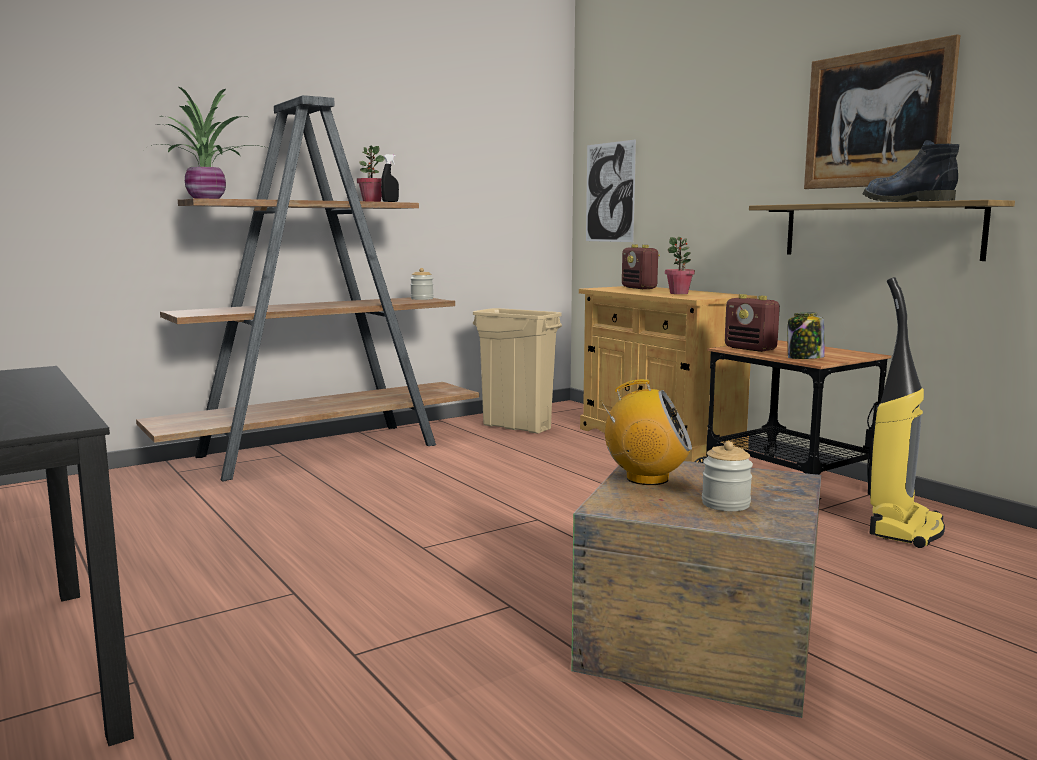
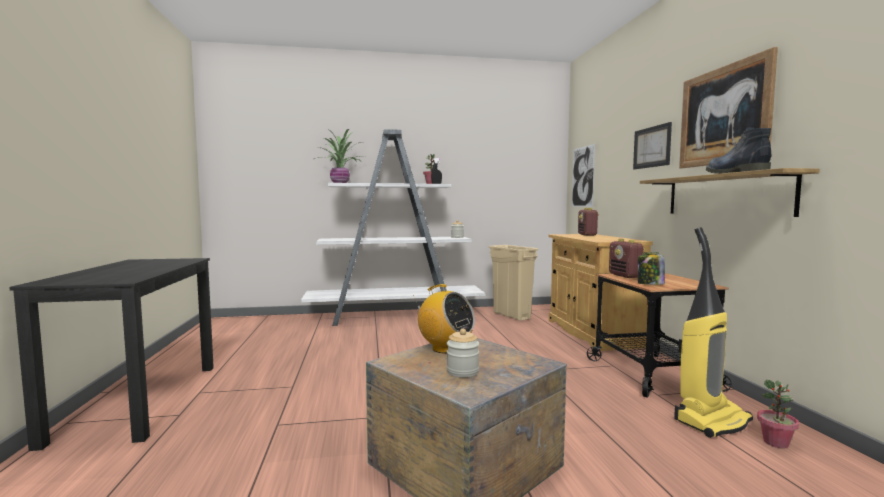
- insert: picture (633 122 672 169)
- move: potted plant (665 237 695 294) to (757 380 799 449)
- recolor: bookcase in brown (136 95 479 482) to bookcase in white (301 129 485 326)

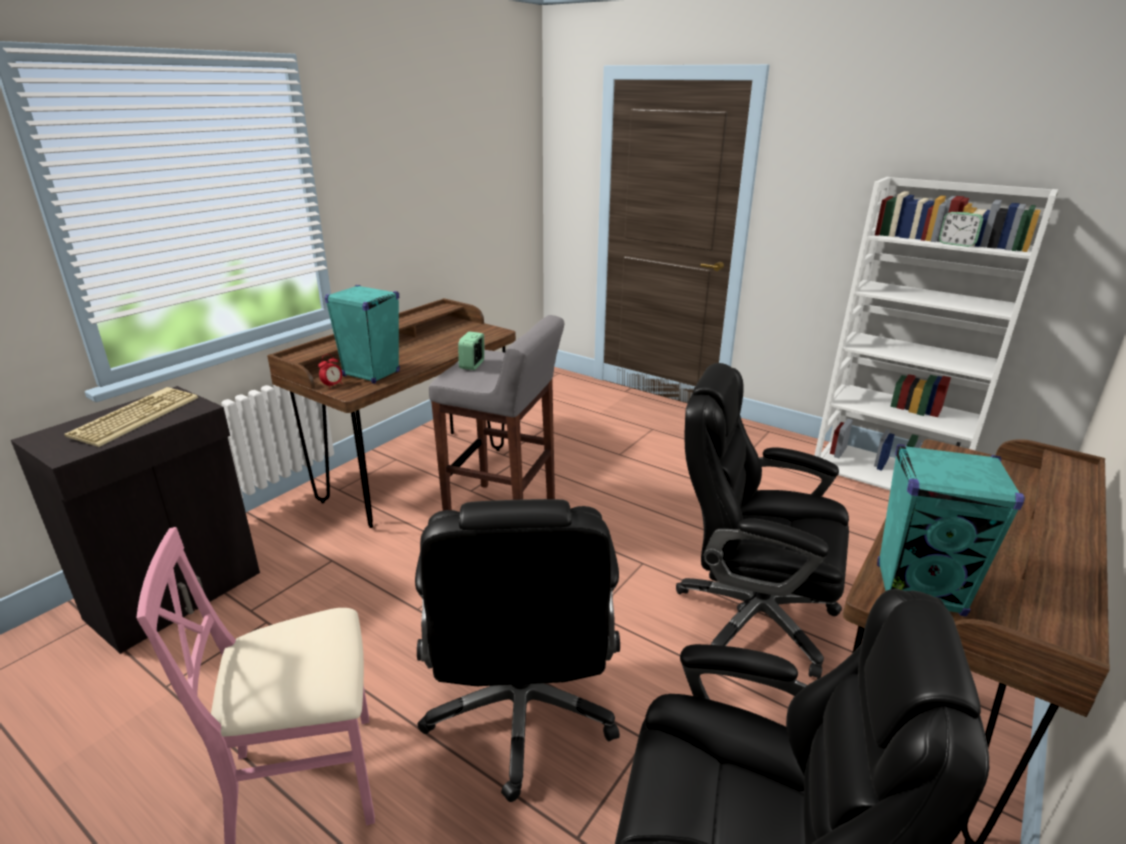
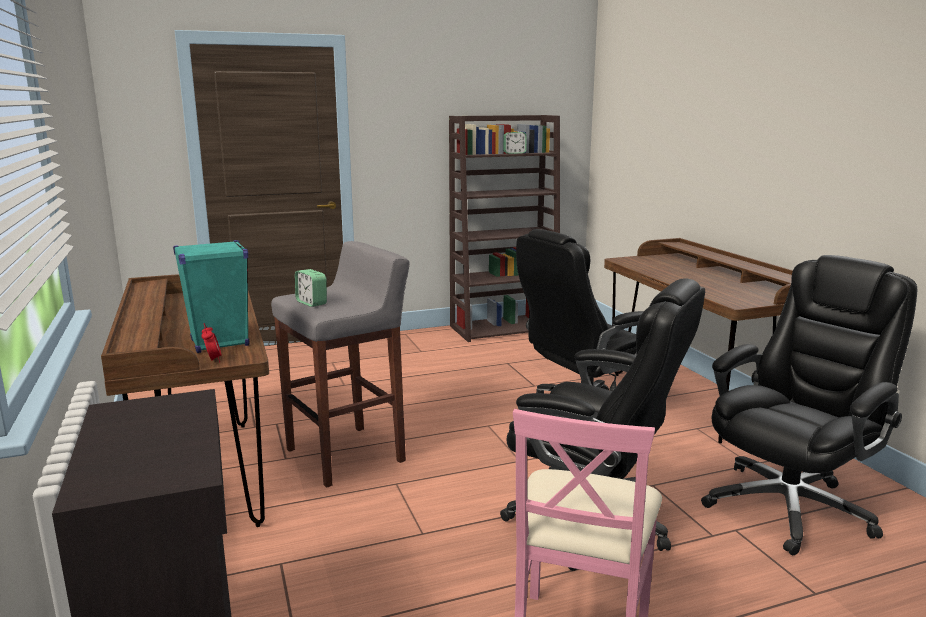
- delete: keyboard (64 387 198 447)
- delete: speaker in turquoise (877 444 1025 617)
- recolor: bookcase in white (814 177 1058 490) to bookcase in brown (449 115 560 342)

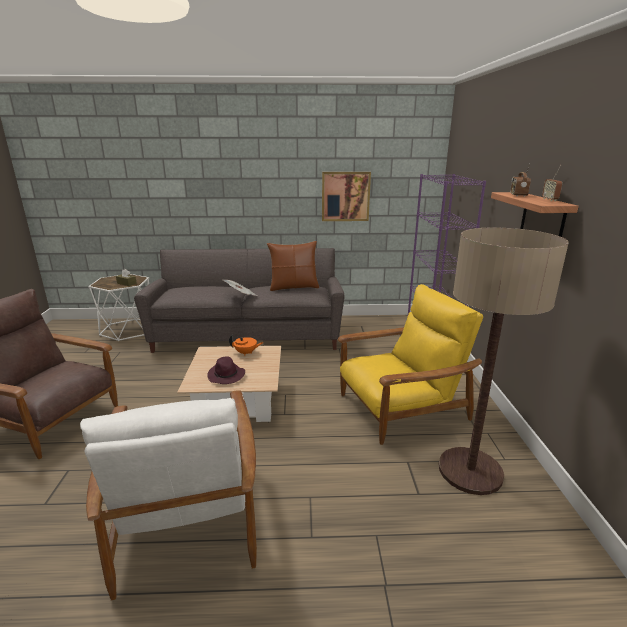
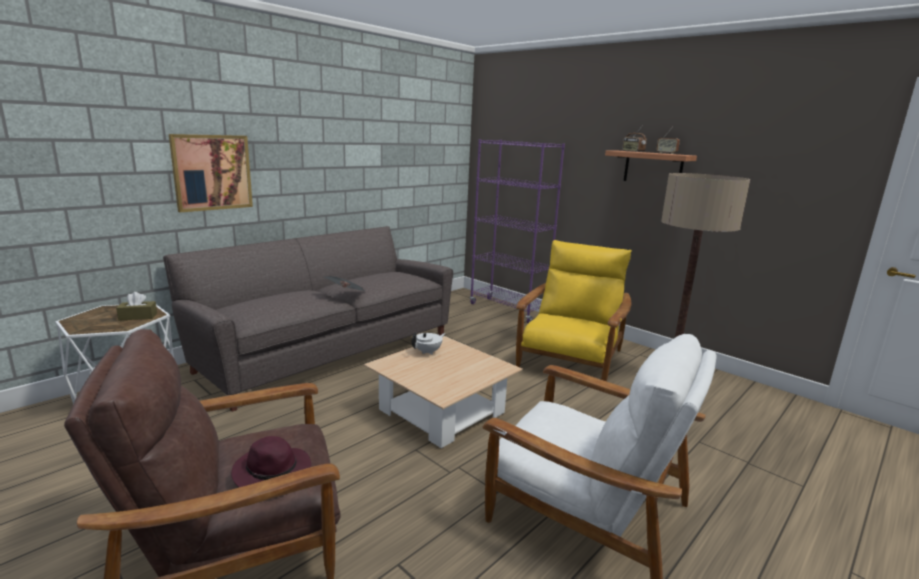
- delete: pillow in brown (267 241 319 291)
- move: hat in purple (207 356 245 384) to (231 436 311 487)
- move: picture (322 172 371 221) to (169 134 253 212)
- recolor: teapot in orange (229 335 263 356) to teapot in white (412 332 445 355)

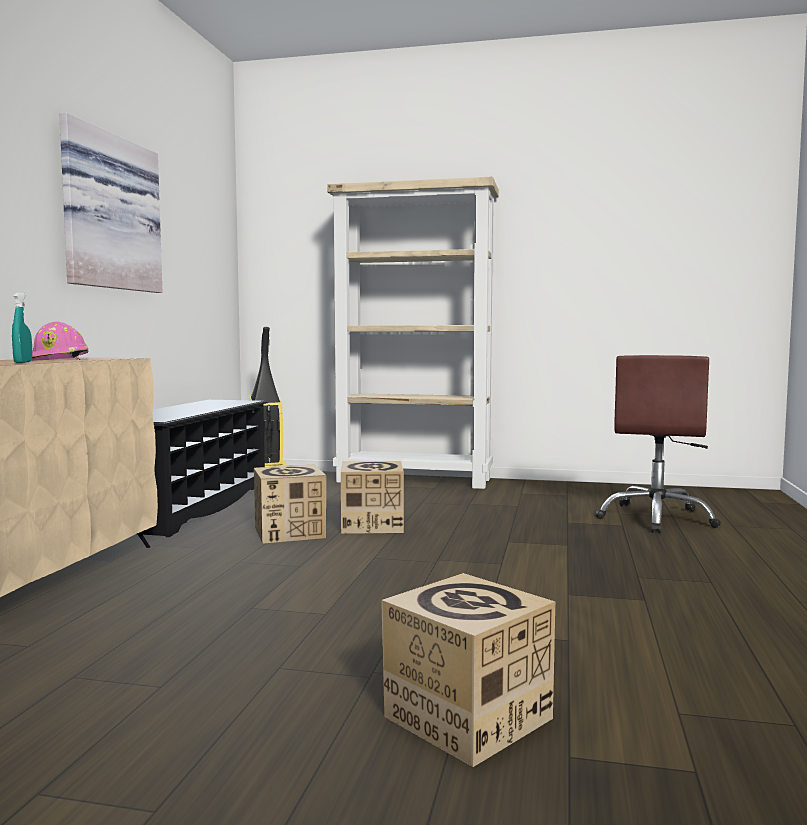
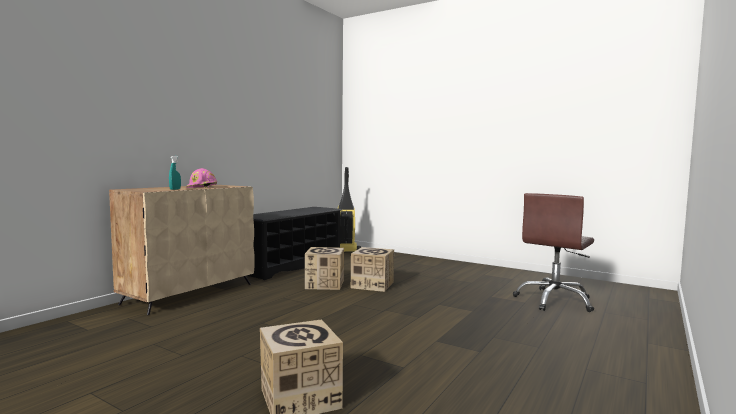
- delete: picture (59 113 162 293)
- delete: bookcase in beige (327 177 499 489)

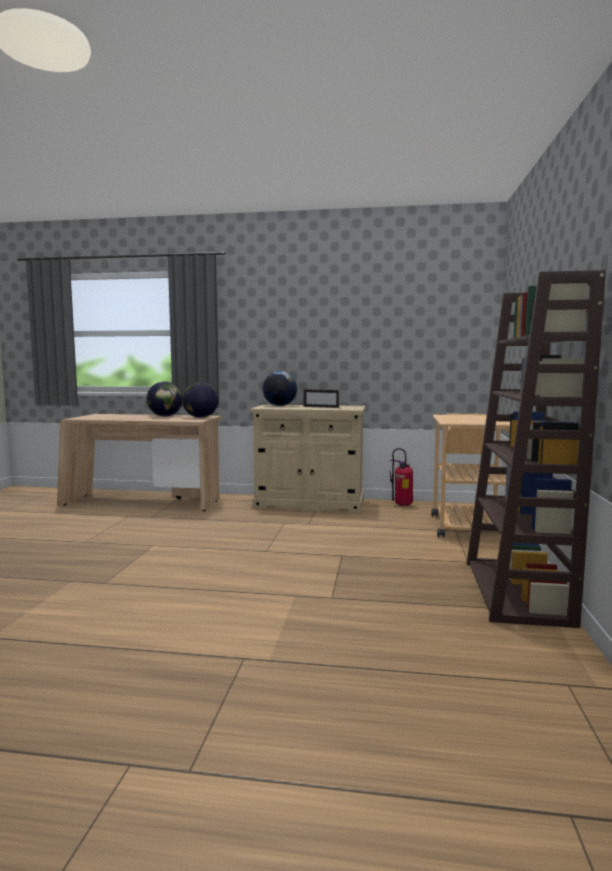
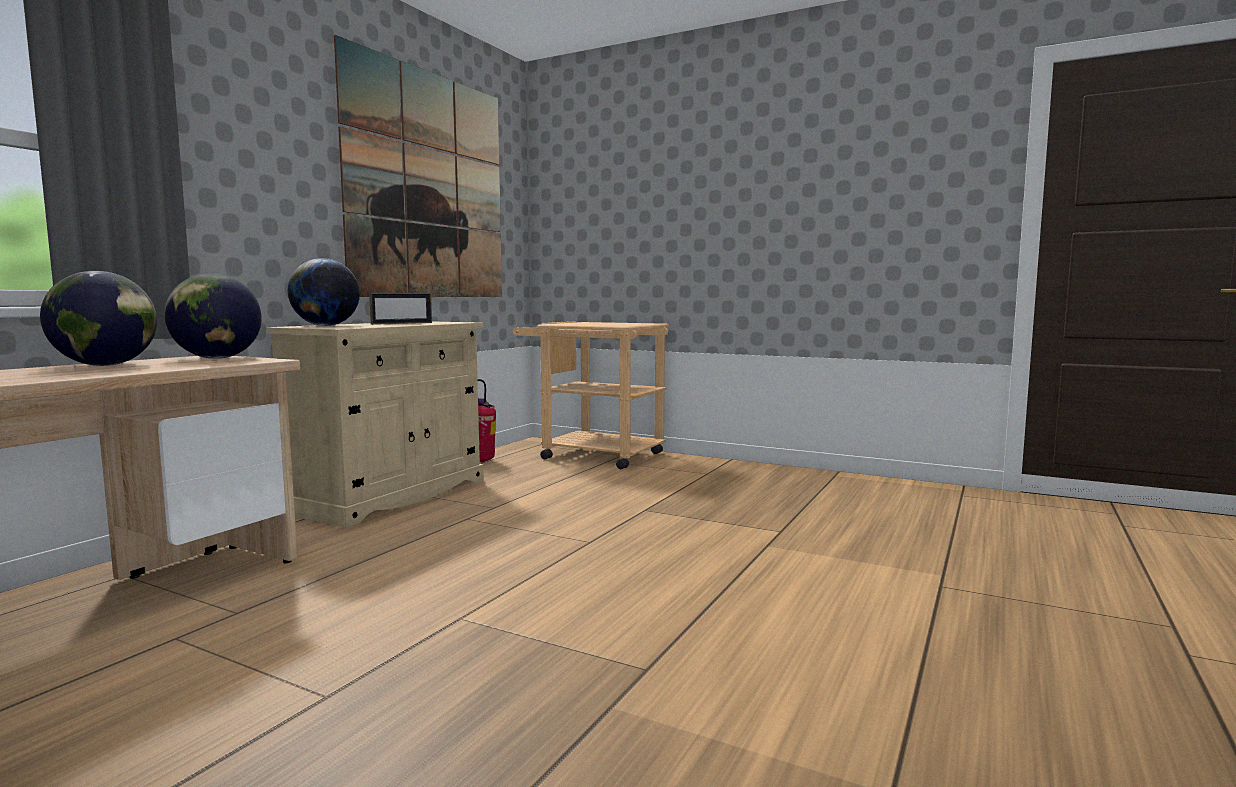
- delete: bookcase in brown (467 270 606 628)
- insert: picture (334 35 502 297)

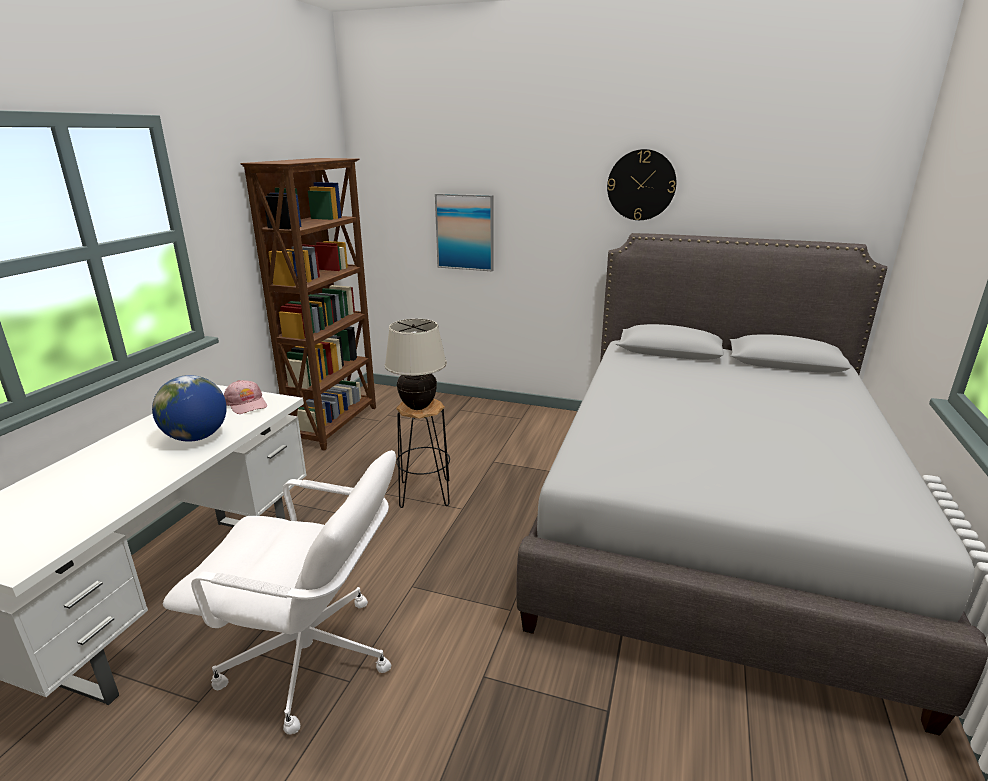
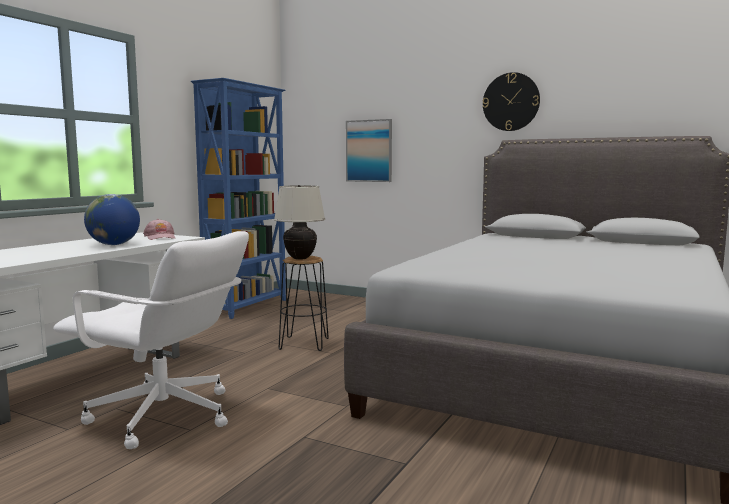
- recolor: bookcase in brown (240 158 376 451) to bookcase in blue (191 78 286 319)

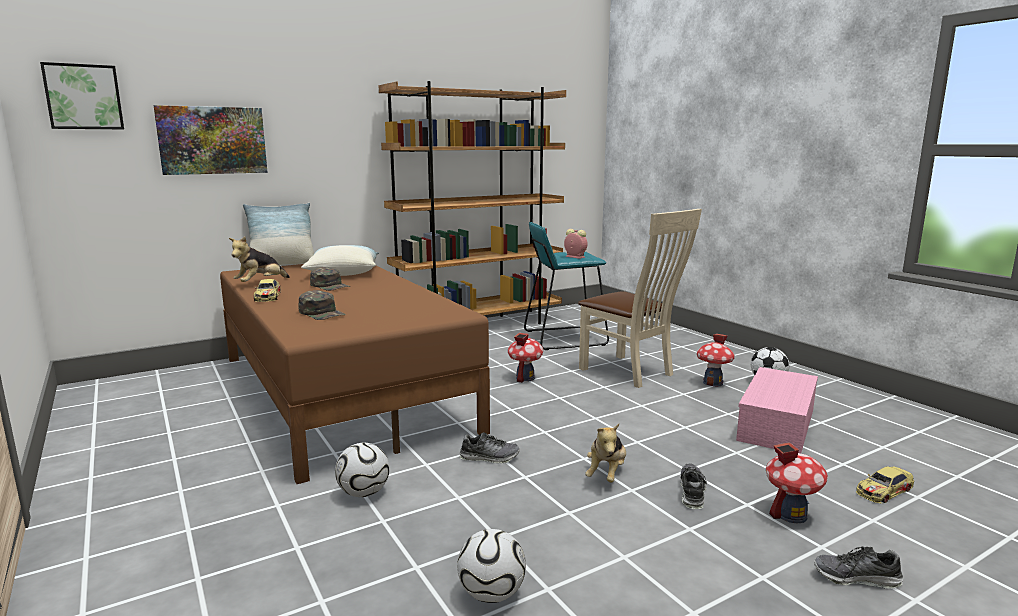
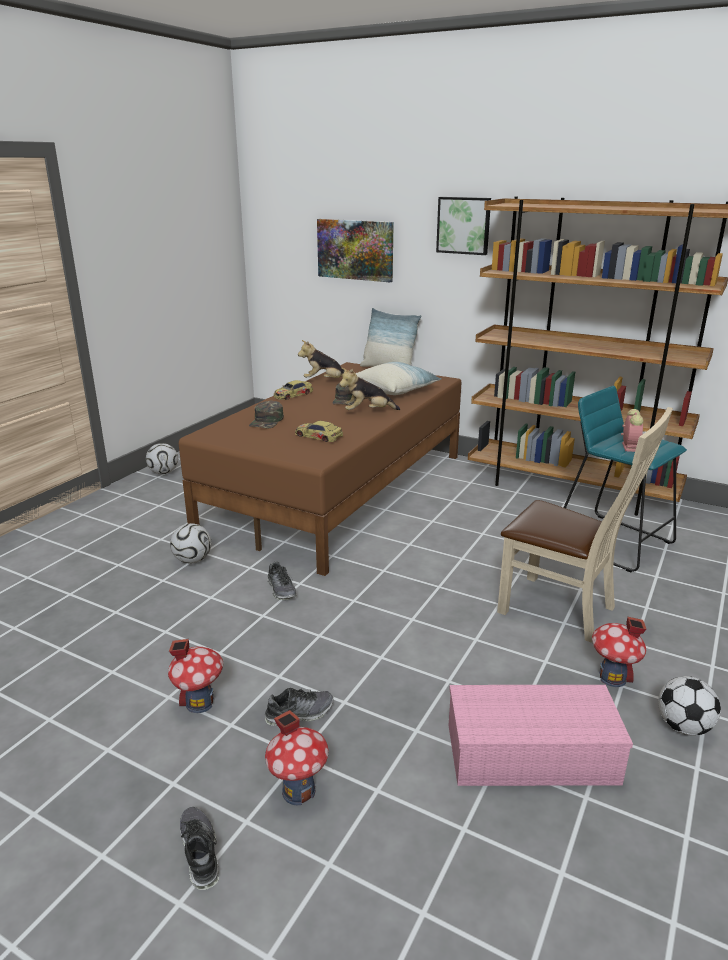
- move: picture (40 62 124 129) to (436 197 491 255)
- move: football (457 529 526 603) to (146 443 178 474)
- move: toy house (508 333 543 383) to (168 639 223 713)
- move: plush toy (585 424 626 483) to (339 368 400 410)
- move: toy car (856 466 914 503) to (295 421 343 442)
- rotate: chair in beige (578 209 702 388) = (497 407 673 643) 75 degrees counterclockwise

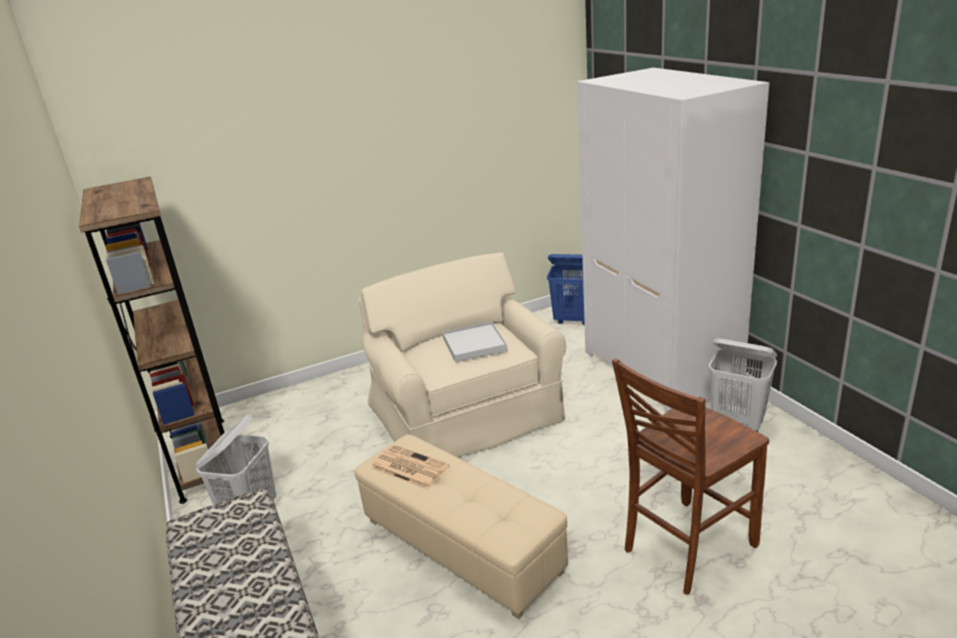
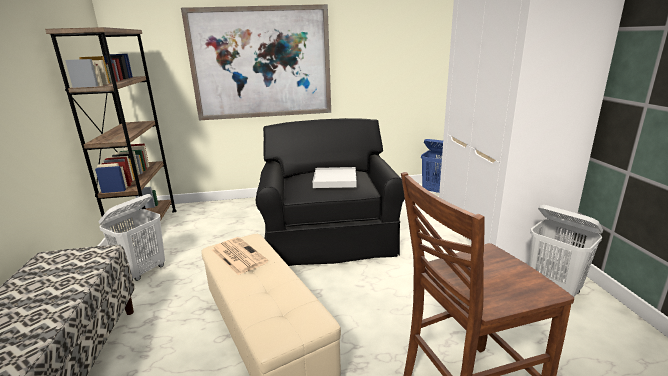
- insert: picture (181 4 331 120)
- recolor: armchair in beige (359 253 566 457) to armchair in black (256 118 405 266)

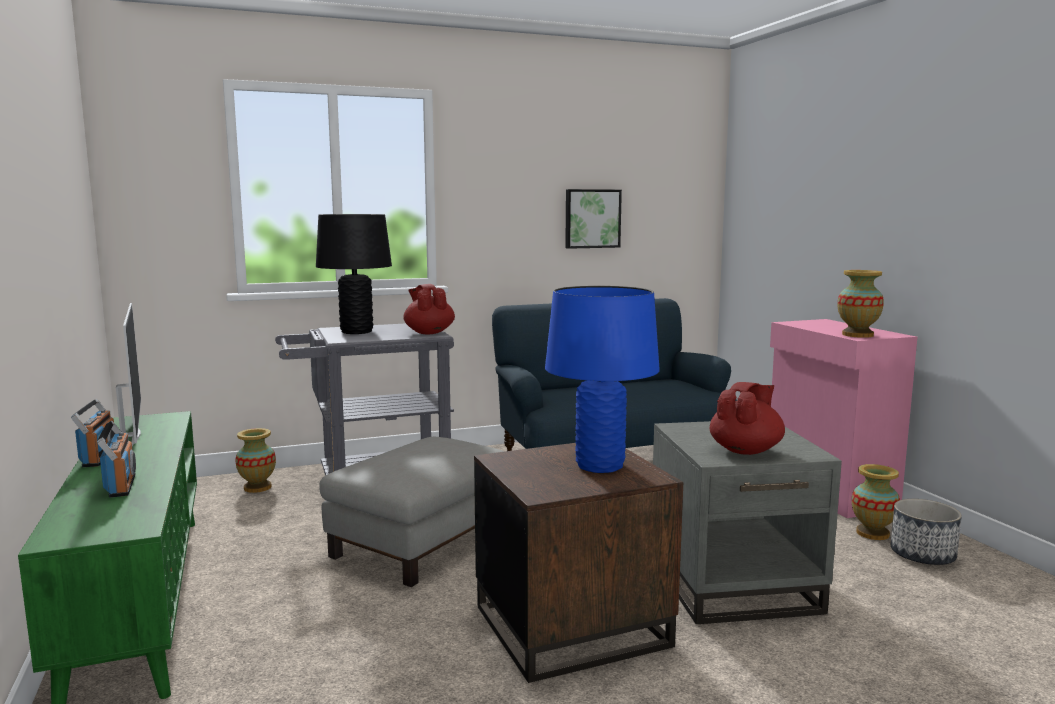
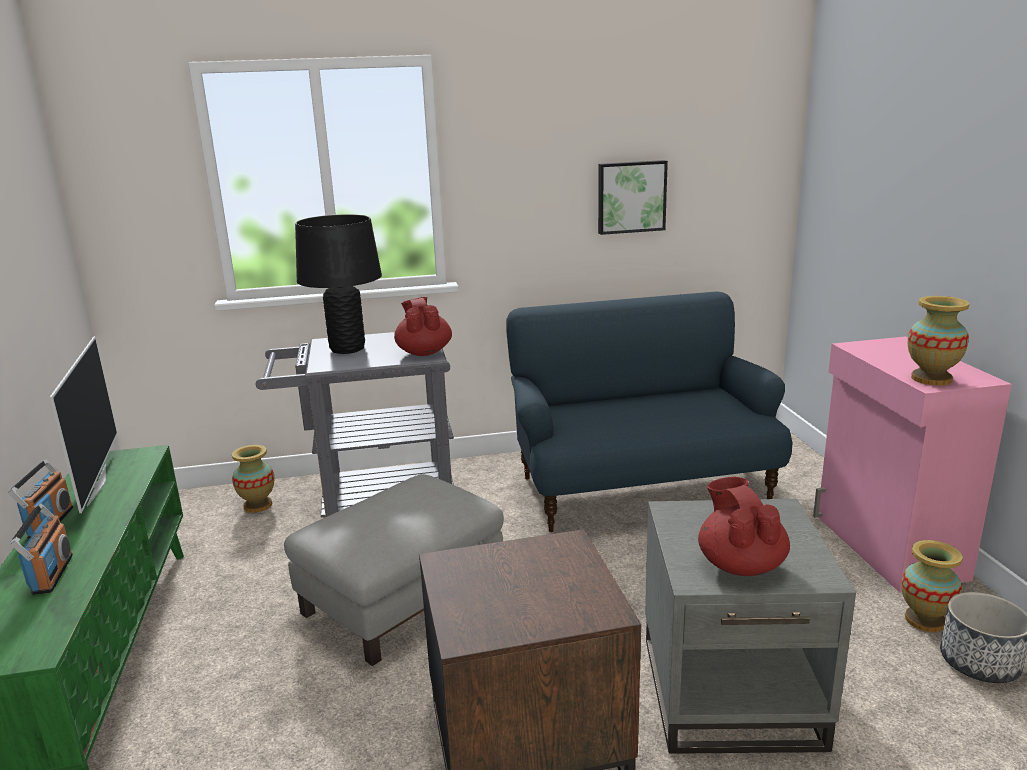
- delete: table lamp in blue (545 286 660 473)
- rotate: teapot in red (710 382 785 455) = (698 477 790 576) 60 degrees counterclockwise

